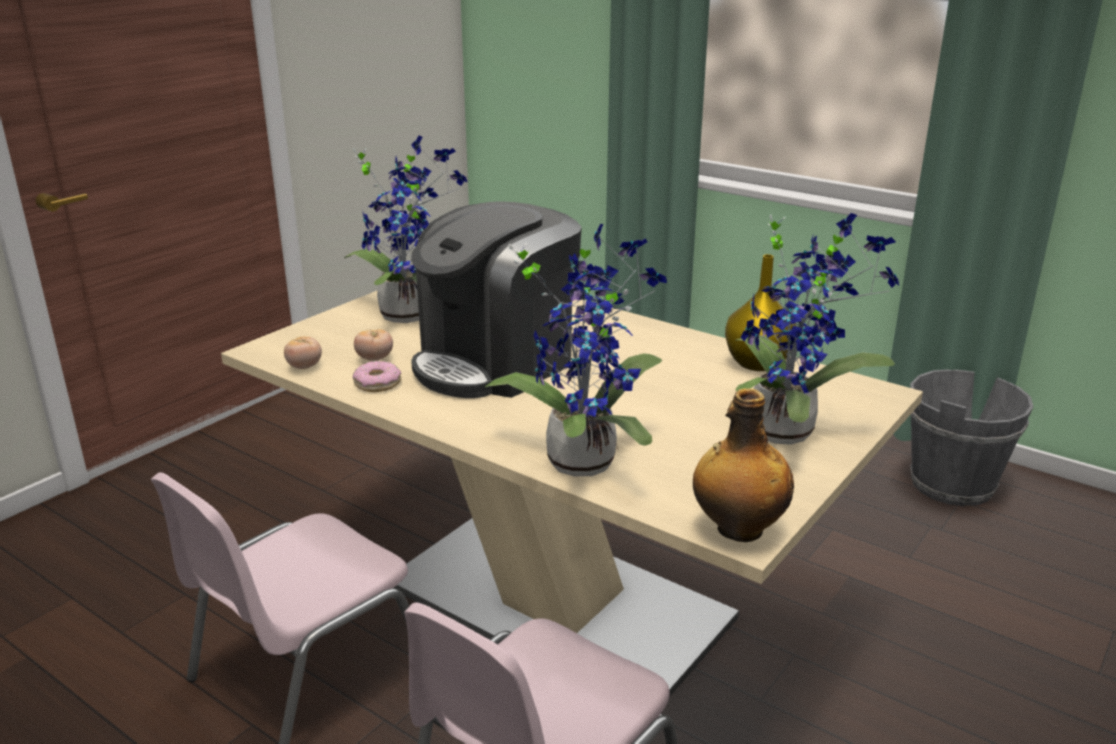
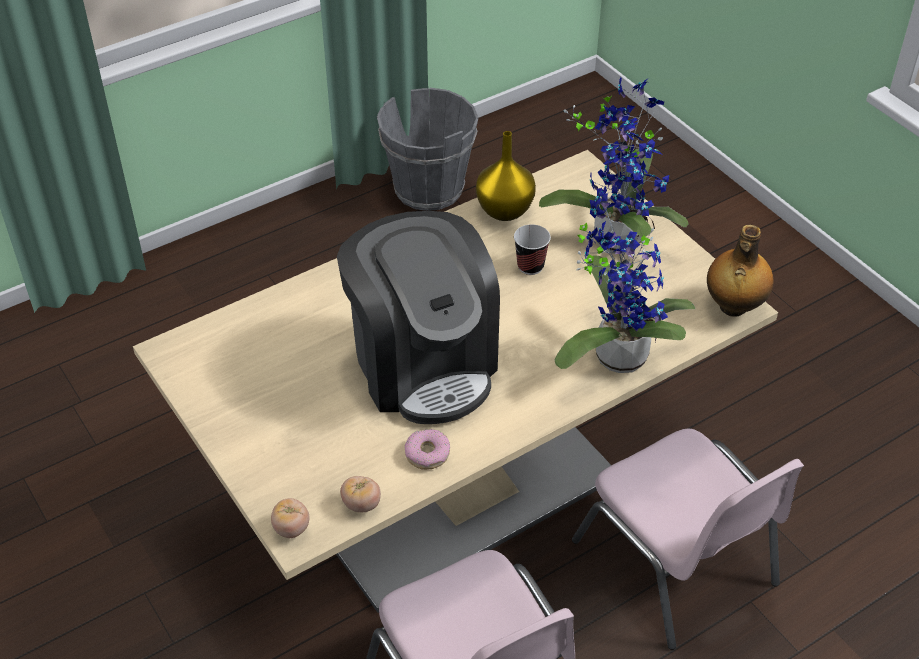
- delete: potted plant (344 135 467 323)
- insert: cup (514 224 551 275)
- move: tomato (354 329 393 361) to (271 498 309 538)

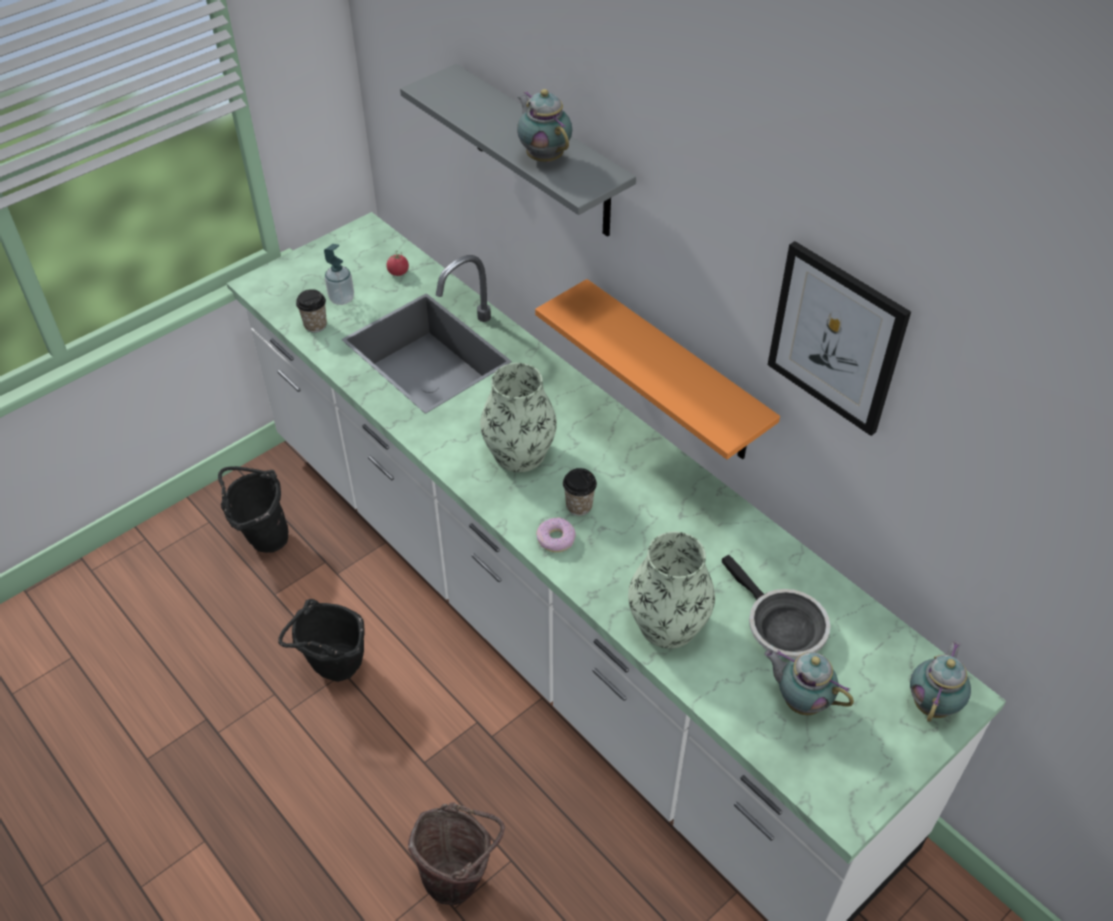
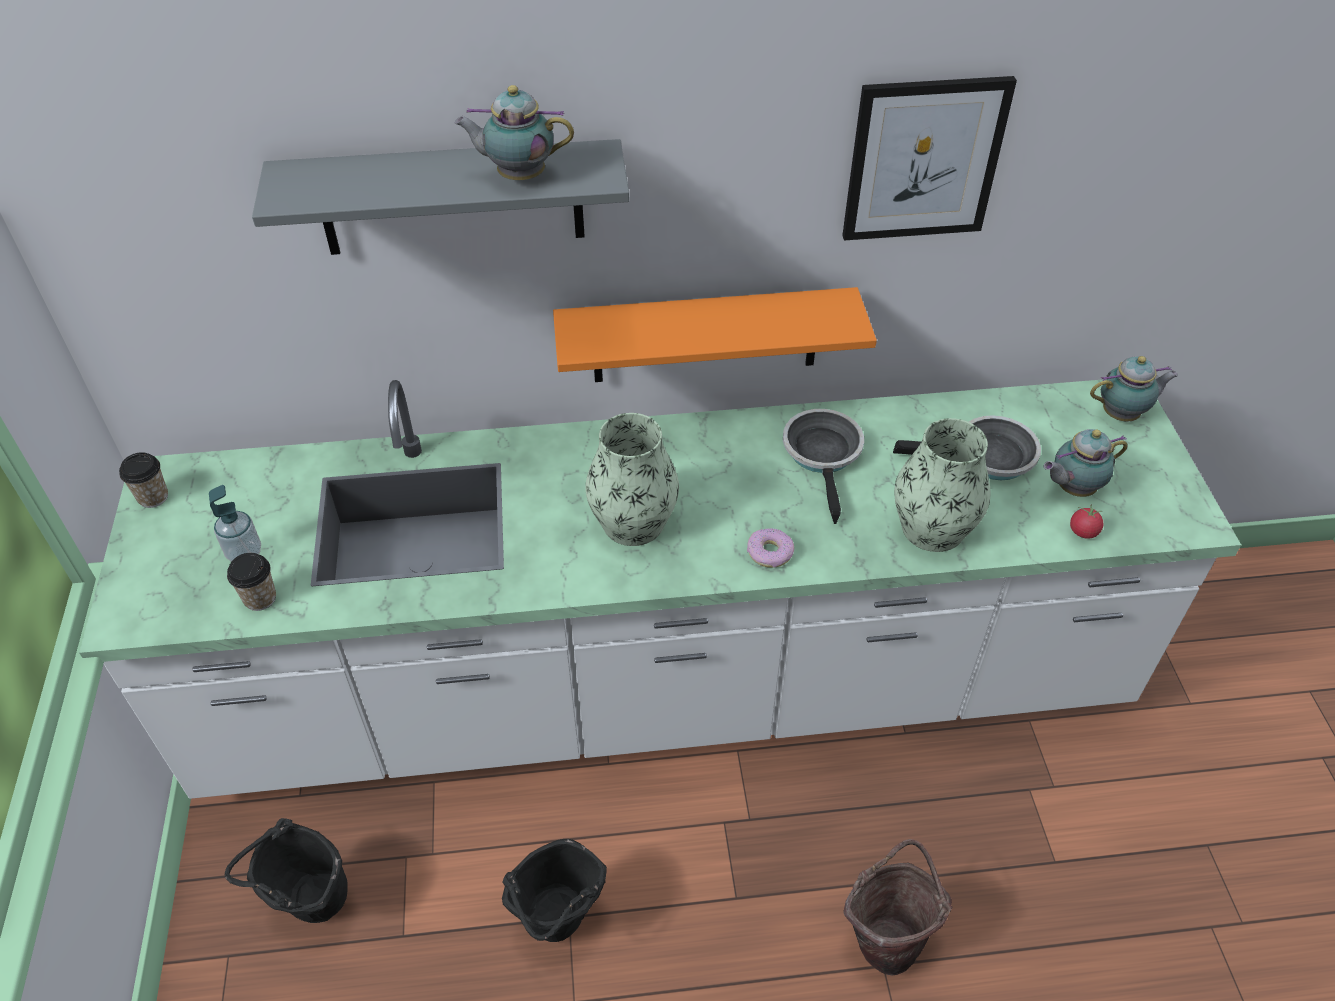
- insert: frying pan (783 409 864 524)
- move: tomato (387 251 409 276) to (1070 504 1103 539)
- move: cup (563 468 597 516) to (119 452 168 508)
- rotate: teapot (910 640 971 722) = (1090 356 1178 422) 105 degrees clockwise

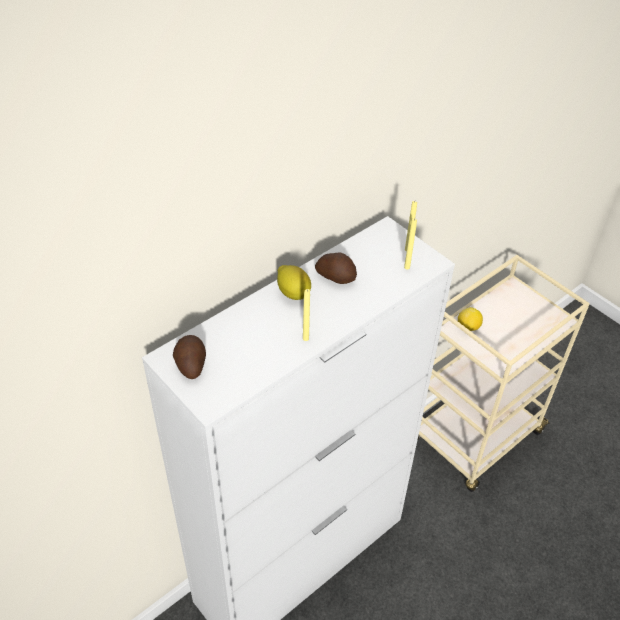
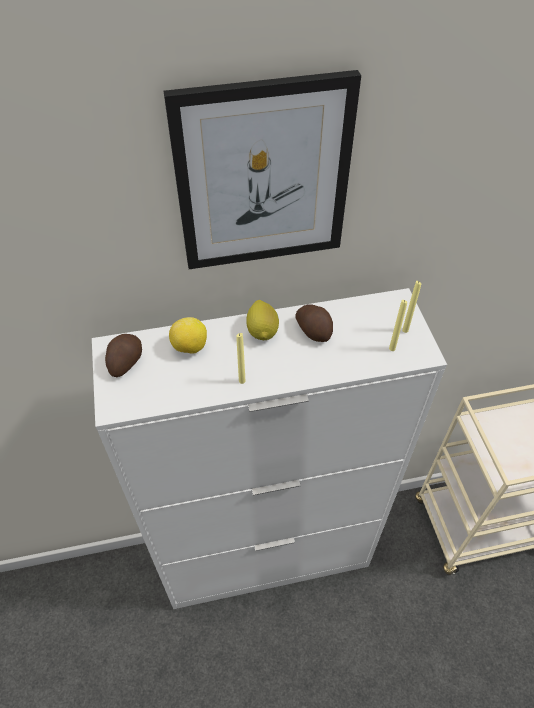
- insert: picture (164 70 361 269)
- move: lemon (458 307 483 331) to (169 317 207 354)

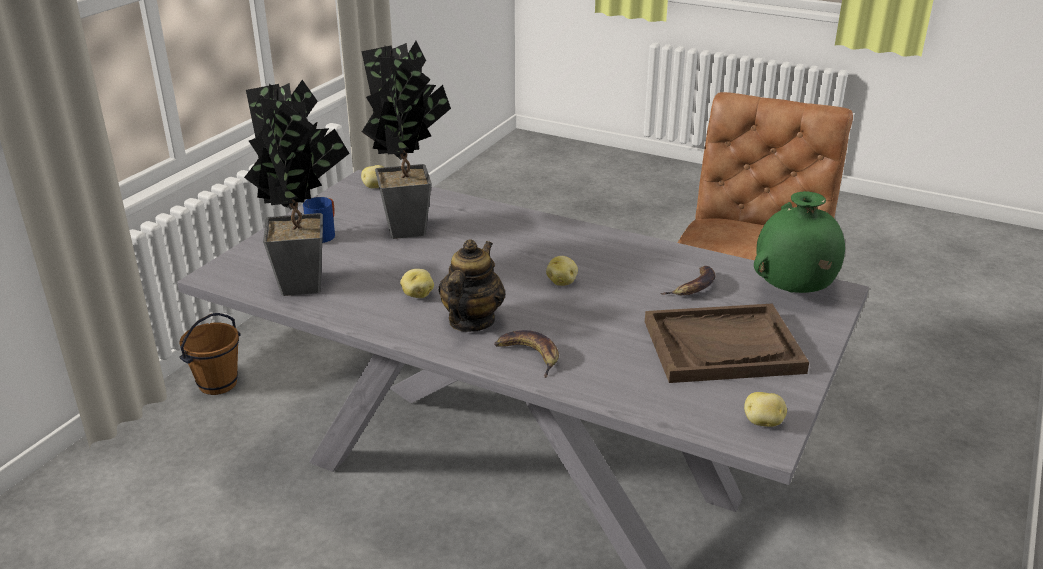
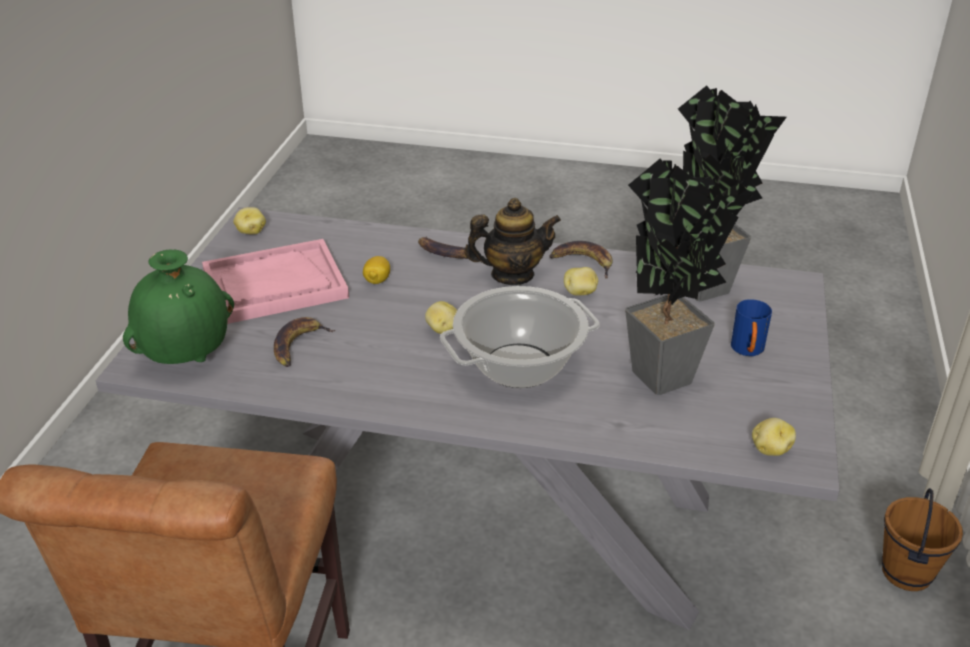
- insert: lemon (363 256 390 284)
- insert: cooking pot (440 286 600 388)
- insert: banana (549 241 613 279)
- recolor: tray in brown (645 304 809 383) to tray in pink (202 239 349 324)
- rotate: teapot (438 239 505 332) = (464 198 561 285) 105 degrees counterclockwise

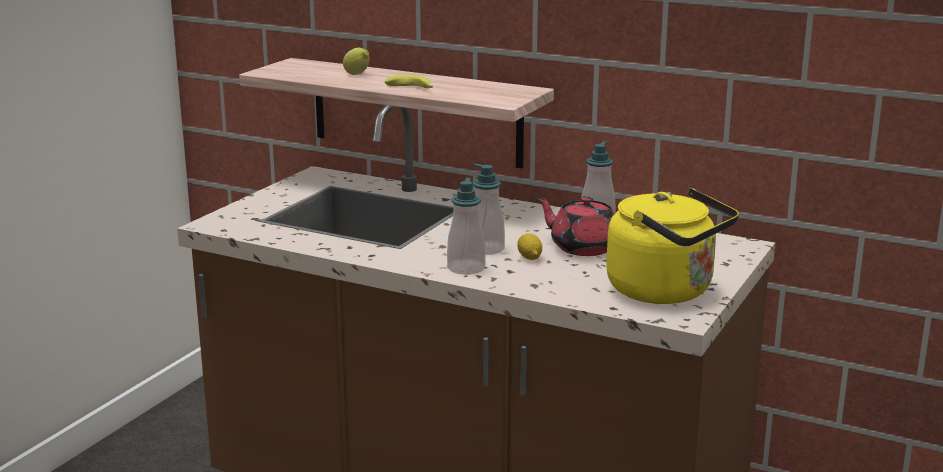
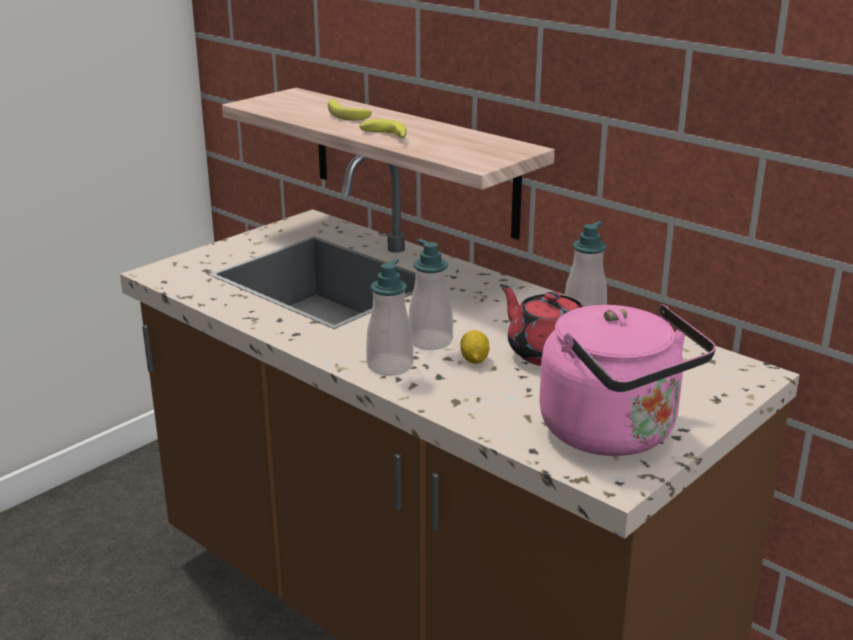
- replace: lemon (343 48 370 75) to banana (328 99 372 120)
- recolor: kettle in yellow (606 188 739 304) to kettle in pink (539 304 716 456)

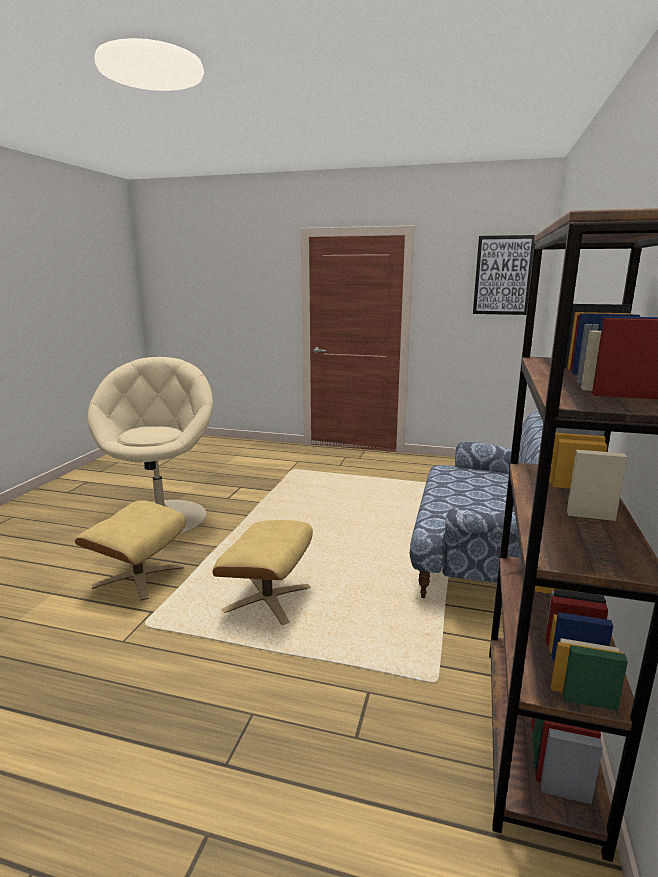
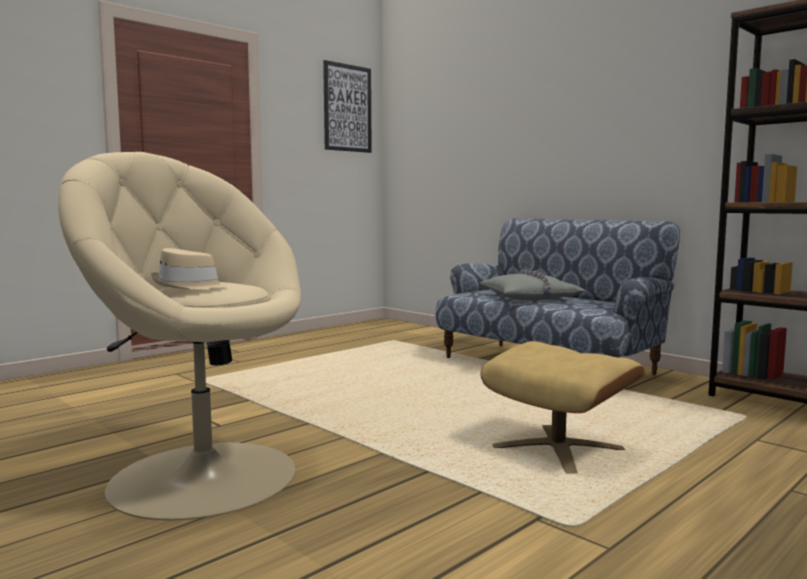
- delete: ottoman in beige (75 500 186 601)
- insert: hat in beige (151 248 228 289)
- insert: pillow in grey (480 269 586 300)

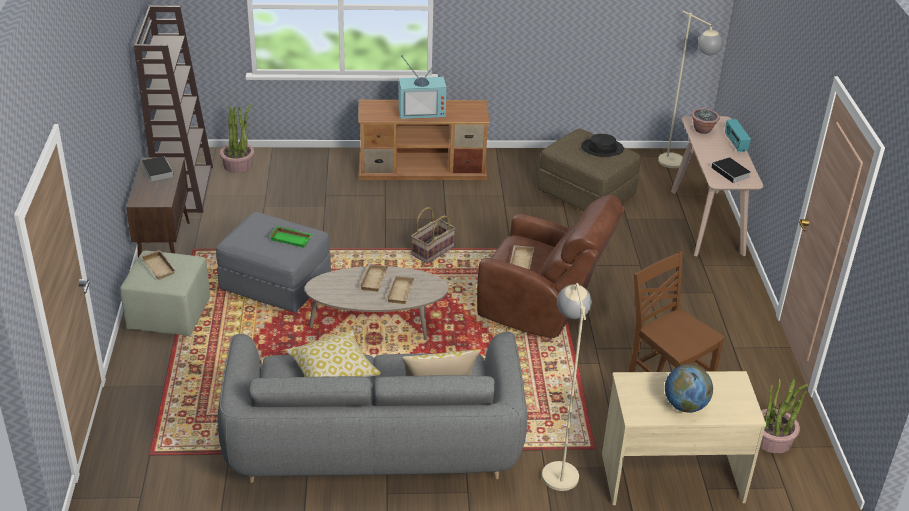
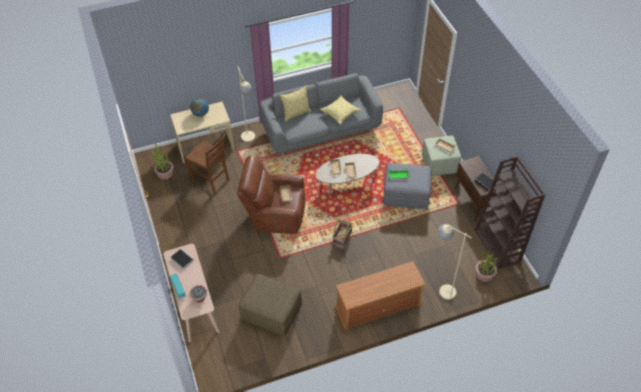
- delete: television (398 51 447 119)
- delete: hat in black (581 134 624 157)
- move: floor lamp in beige (658 11 723 168) to (438 224 472 300)

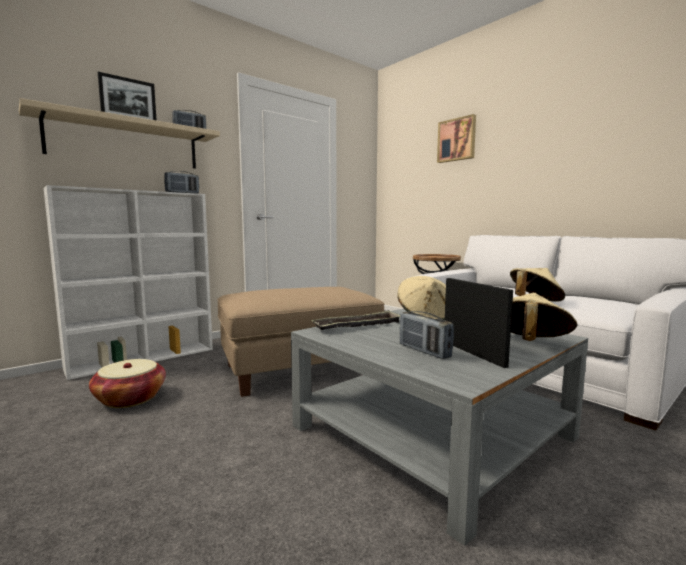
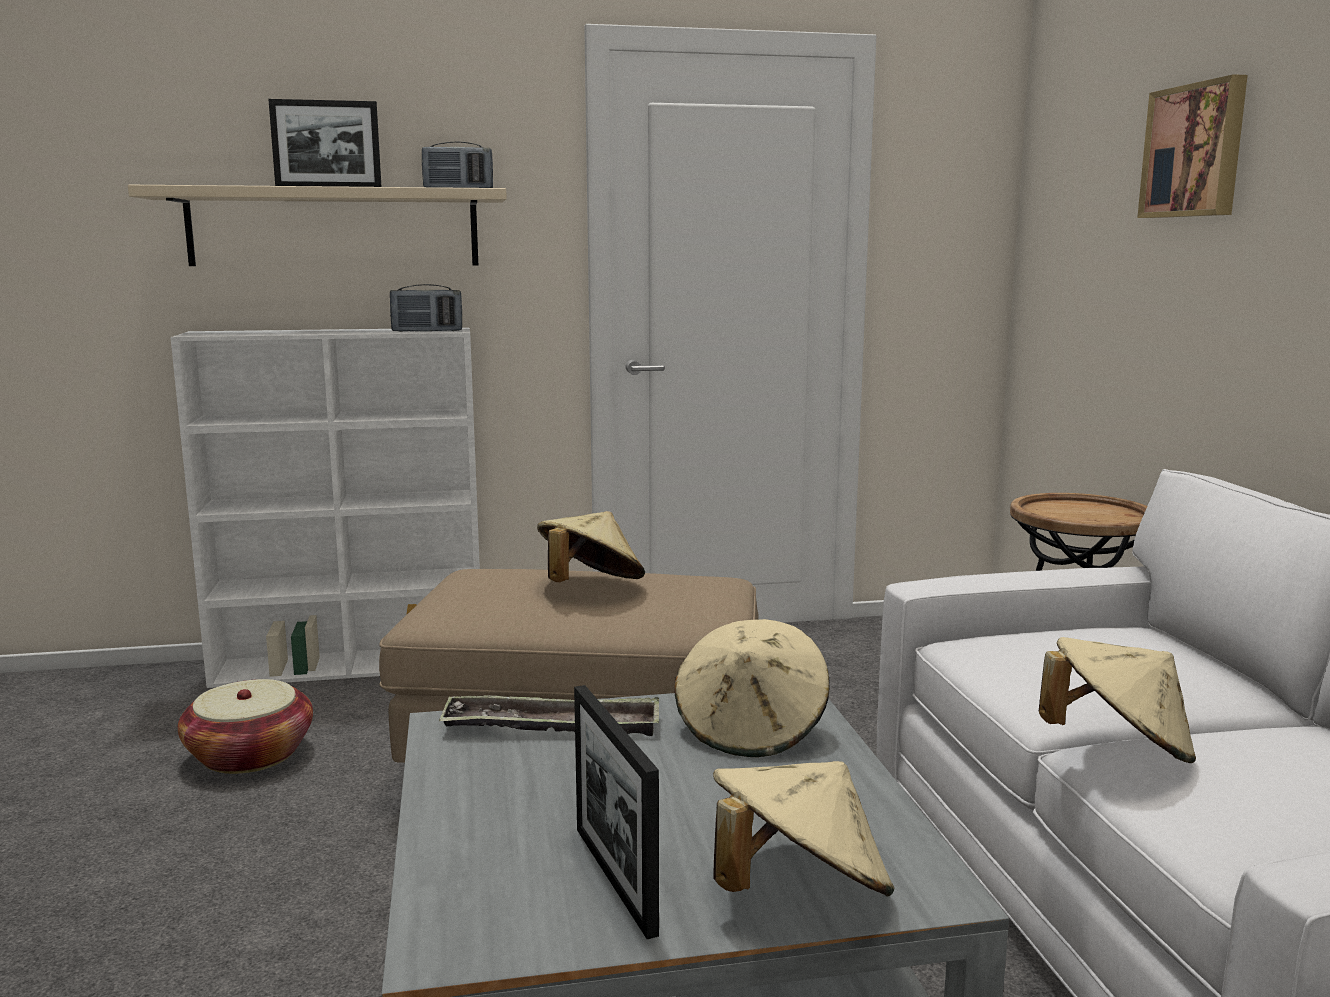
- delete: radio (400 311 454 359)
- insert: hat in beige (537 511 645 582)
- rotate: picture frame (445 278 513 368) = (574 685 659 939) 150 degrees clockwise

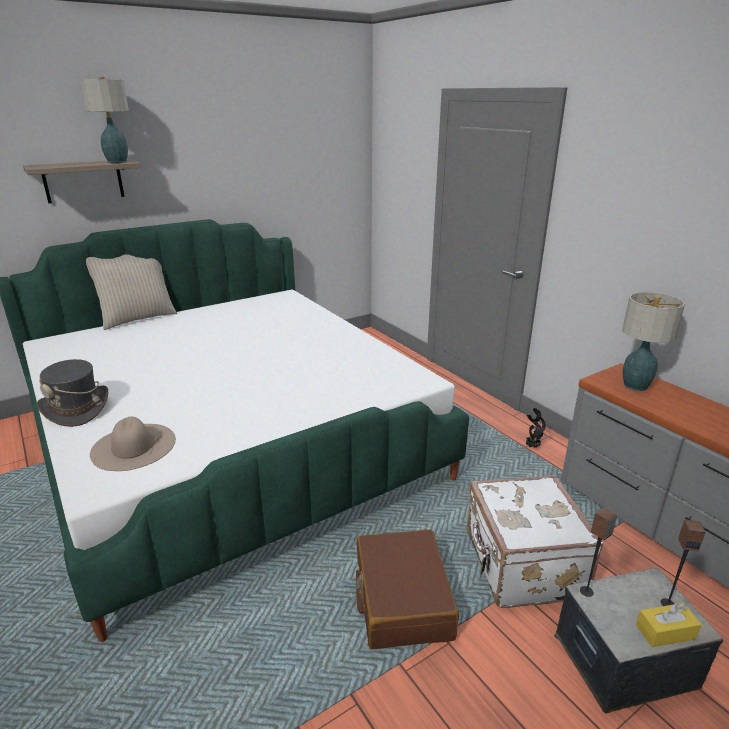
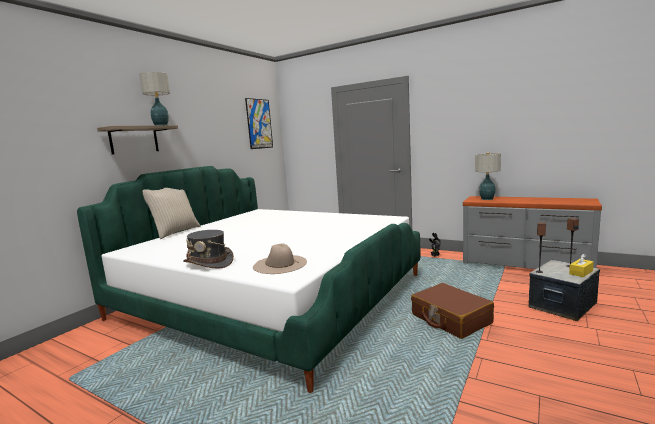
- delete: suitcase in white (467 475 603 608)
- insert: picture (245 98 273 149)

